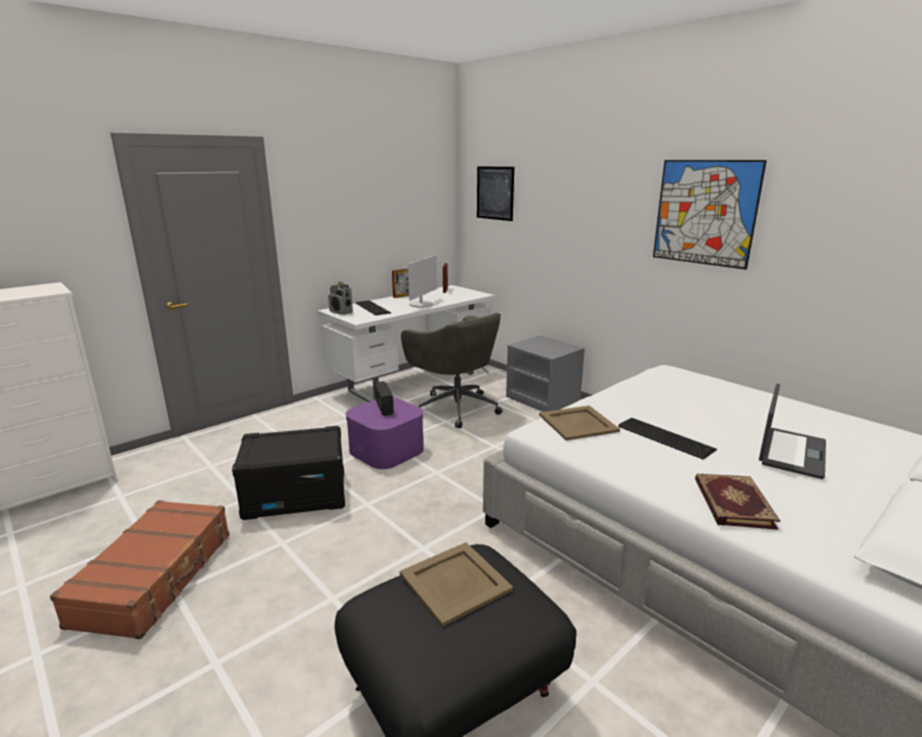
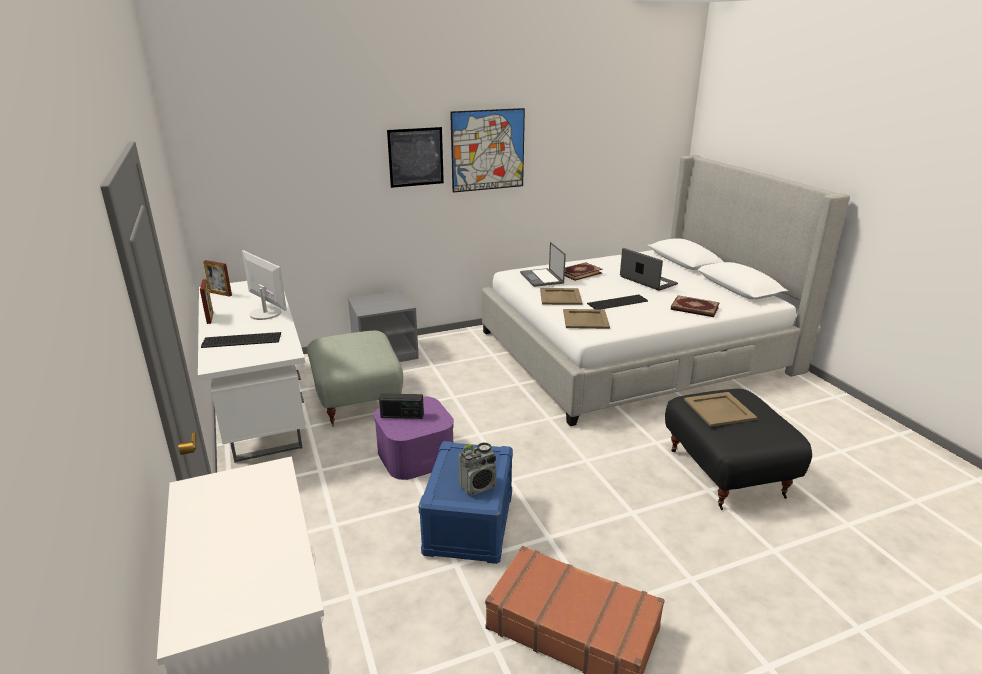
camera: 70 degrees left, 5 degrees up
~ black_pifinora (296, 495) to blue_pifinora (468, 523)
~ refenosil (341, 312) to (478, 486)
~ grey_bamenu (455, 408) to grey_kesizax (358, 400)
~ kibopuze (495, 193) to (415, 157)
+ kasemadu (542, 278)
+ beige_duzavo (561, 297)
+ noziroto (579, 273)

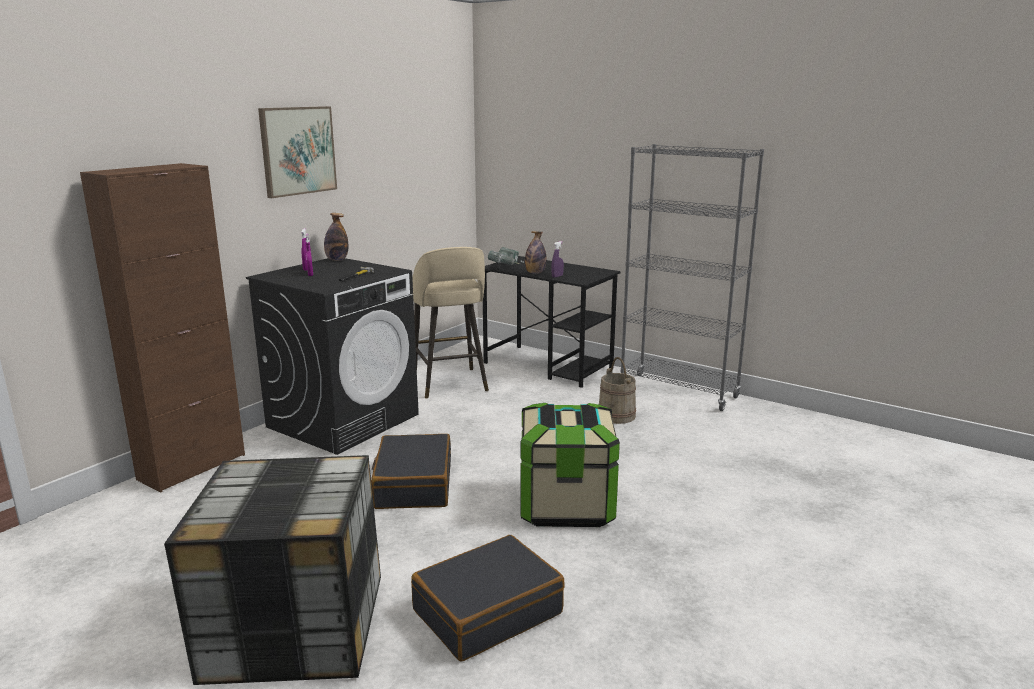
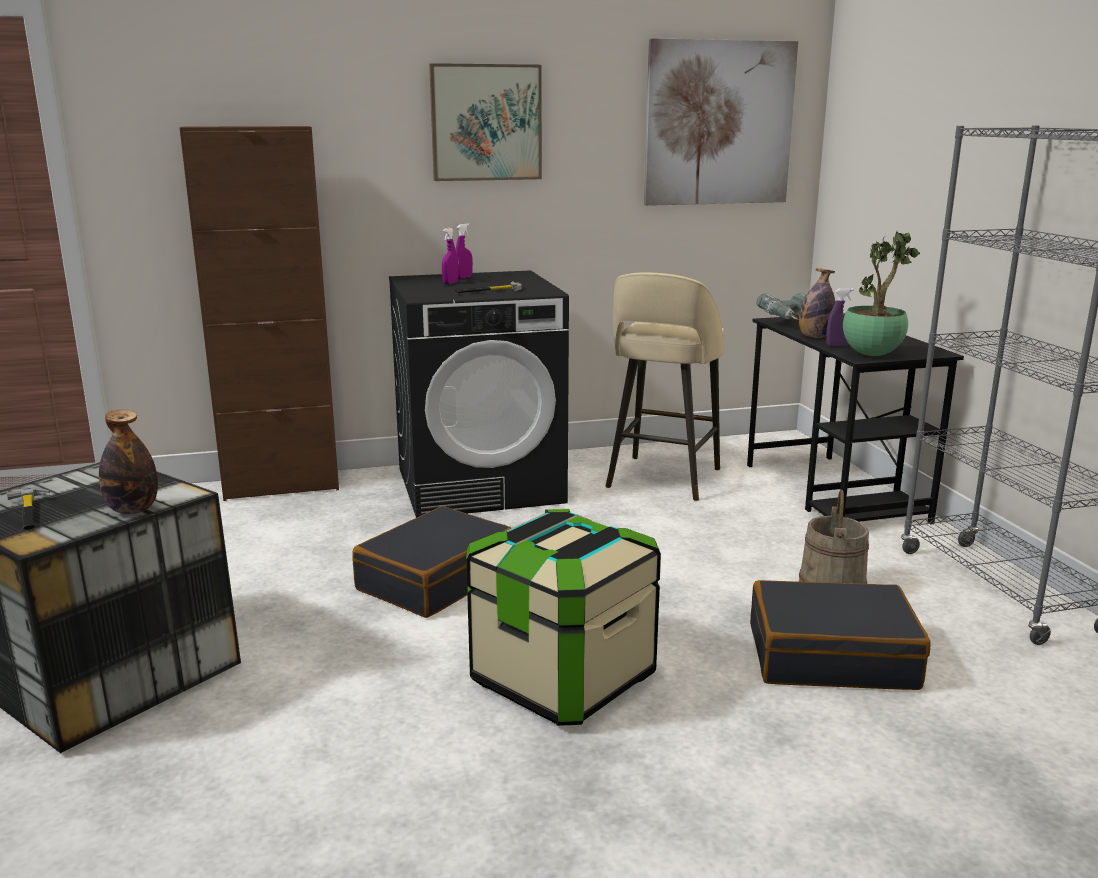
camera: 40 degrees right, 0 degrees up
~ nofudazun (337, 260) to (133, 510)
~ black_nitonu (487, 611) to (831, 656)
+ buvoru (29, 512)
+ kibopuze (719, 123)
+ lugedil (872, 355)

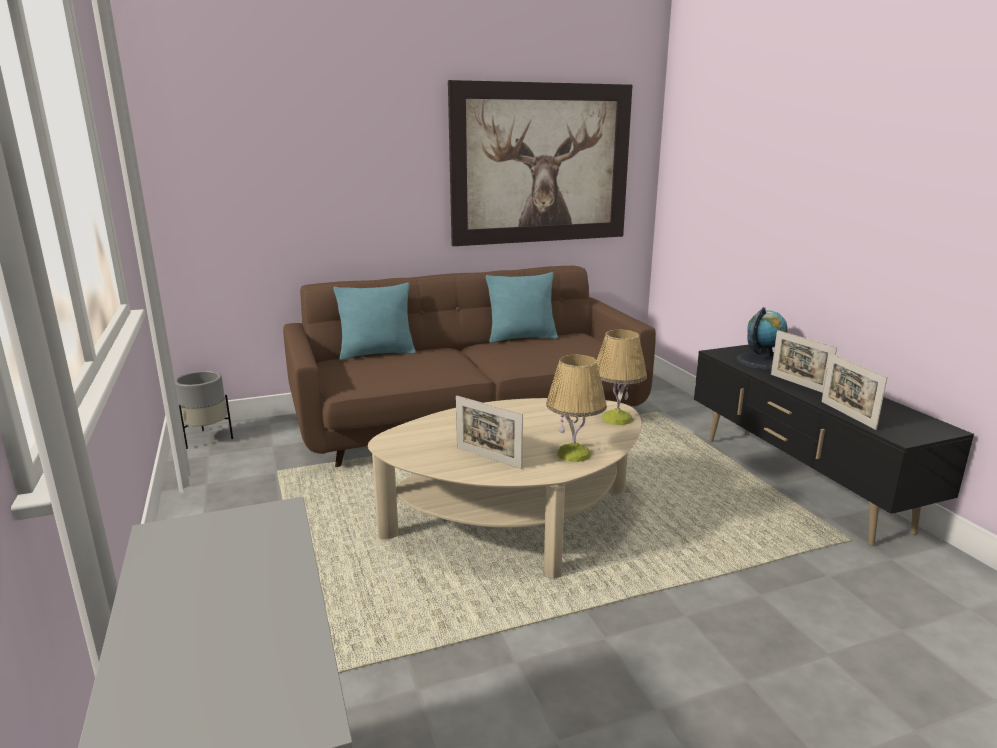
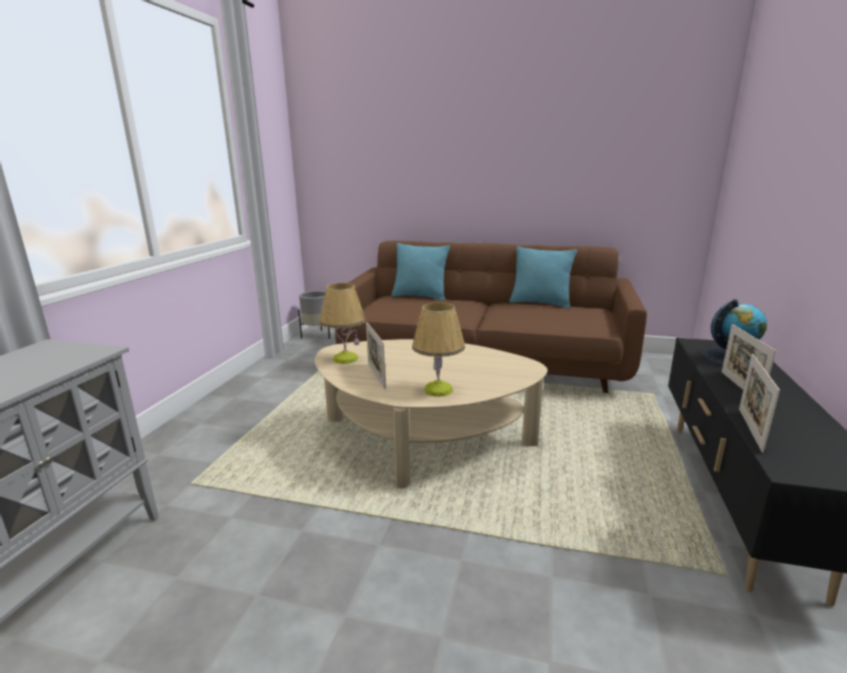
camera: 35 degrees right, 0 degrees up
- kibopuze (541, 164)
~ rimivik (616, 419) to (345, 359)

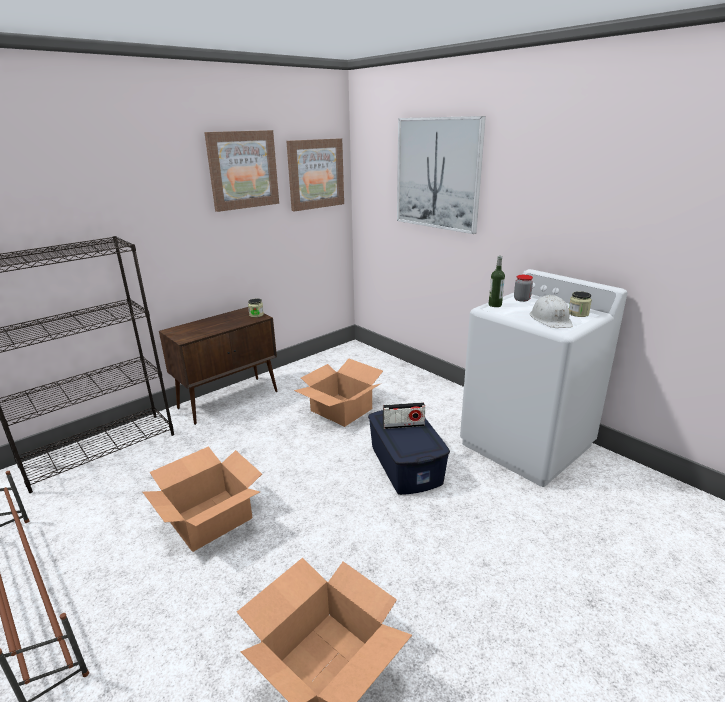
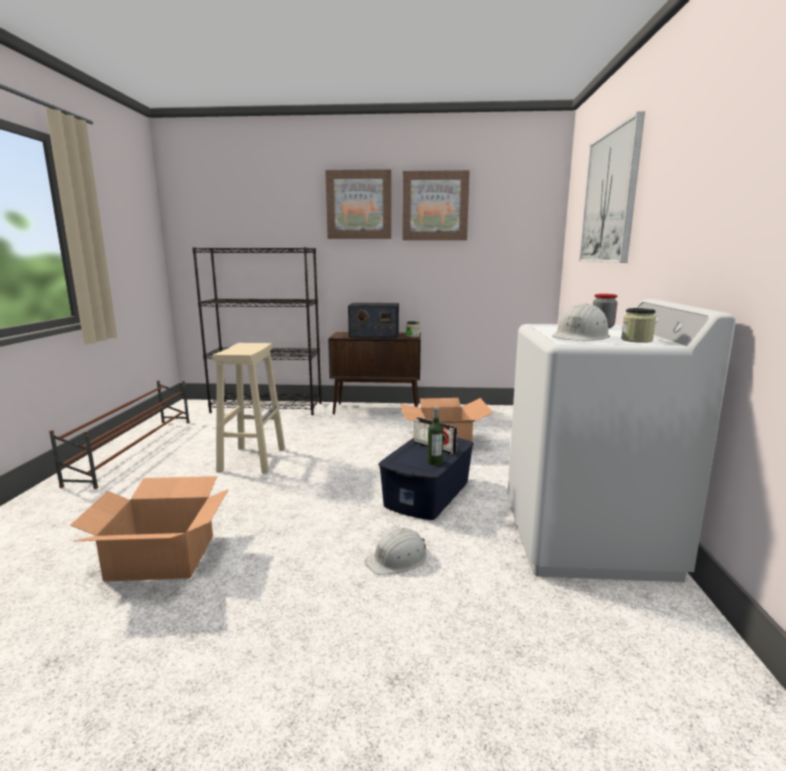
camera: 45 degrees right, 10 degrees down
~ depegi (209, 518) to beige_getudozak (252, 459)
~ kibopuze (315, 174) to (359, 205)
~ nofudazun (495, 305) to (435, 462)
+ refenosil (374, 335)
+ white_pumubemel (398, 559)

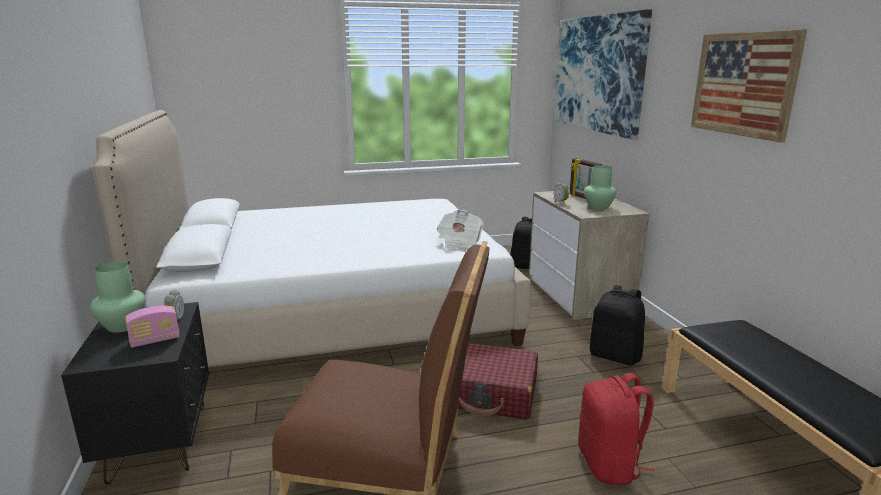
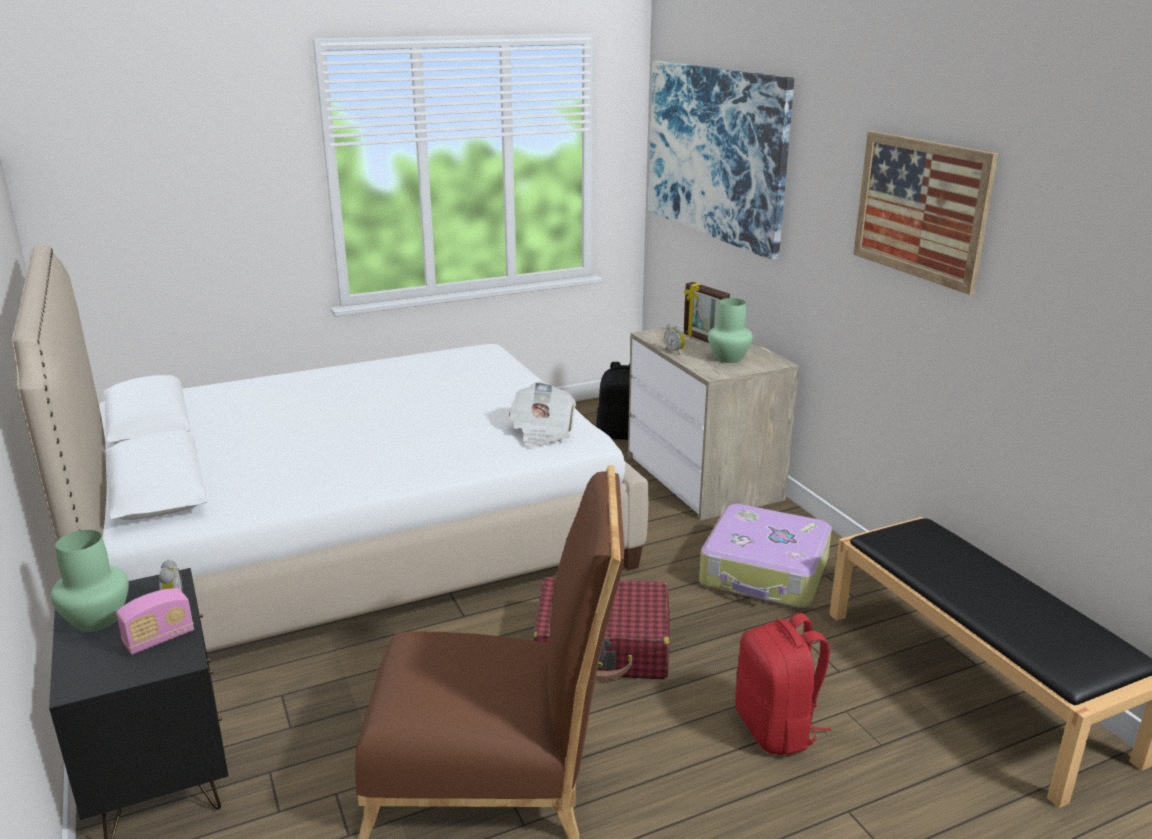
camera: 10 degrees left, 5 degrees up
~ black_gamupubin (615, 356) to nitonu (765, 572)

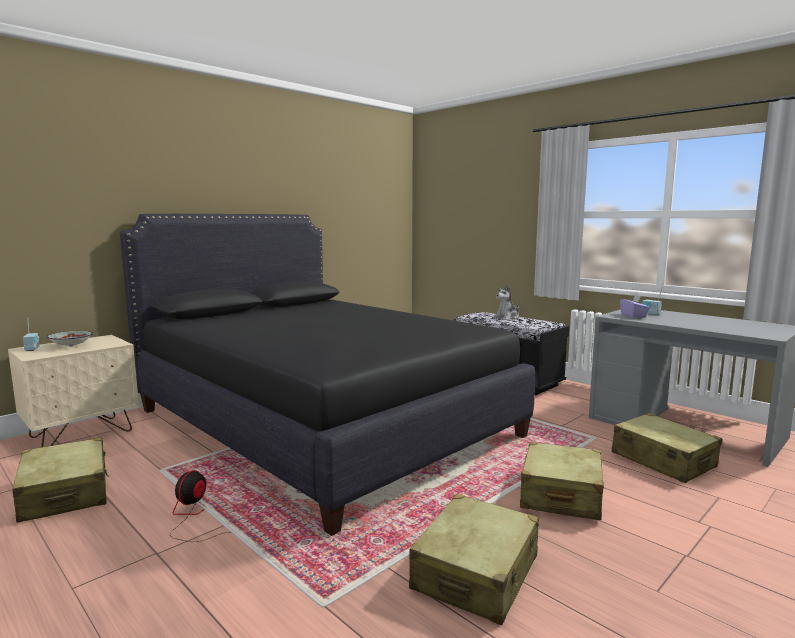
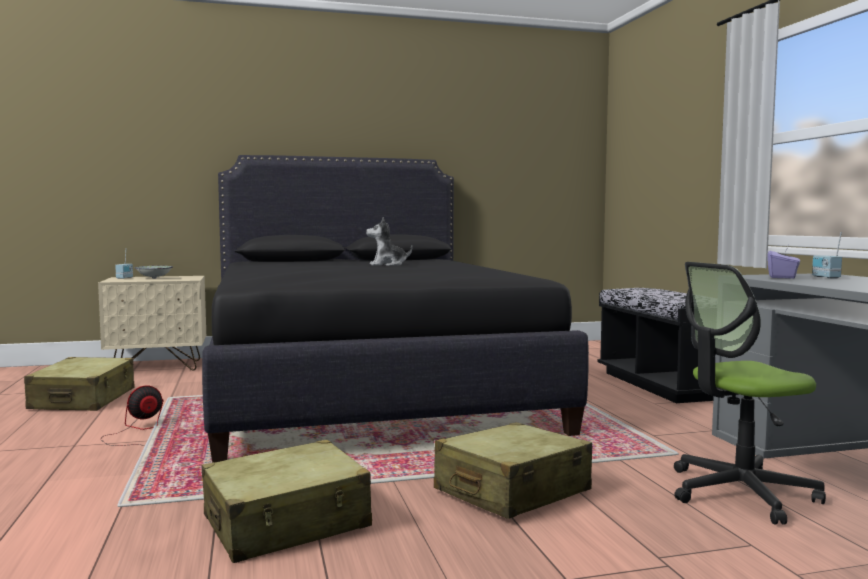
camera: 30 degrees right, 5 degrees down
~ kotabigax (507, 317) to (387, 265)
~ beige_nitonu (663, 460) to bamenu (740, 493)

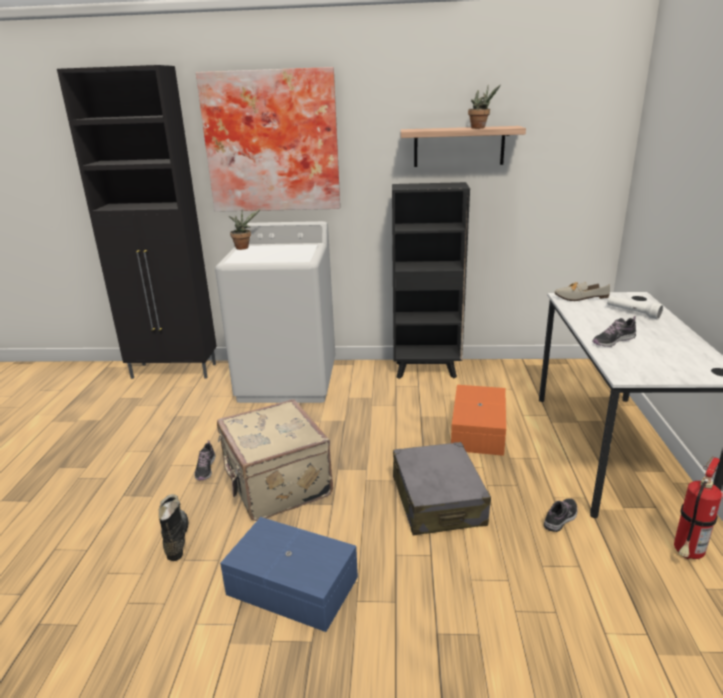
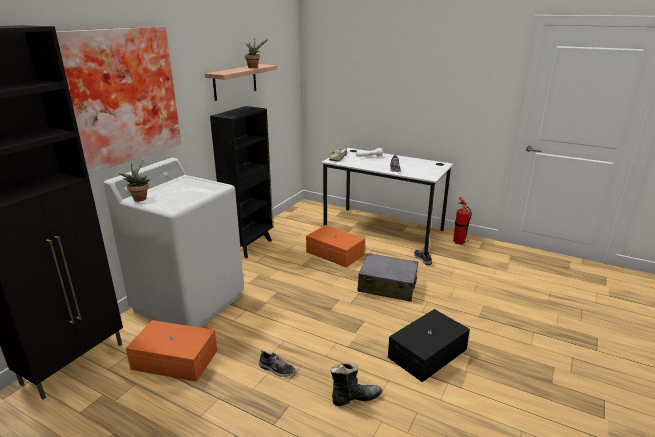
camera: 65 degrees left, 0 degrees up
~ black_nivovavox (176, 540) = (355, 398) 150 degrees clockwise
- beige_nitonu (275, 485)
~ blue_pifinora (292, 587) to black_pifinora (428, 354)
+ orange_pifinora (175, 359)

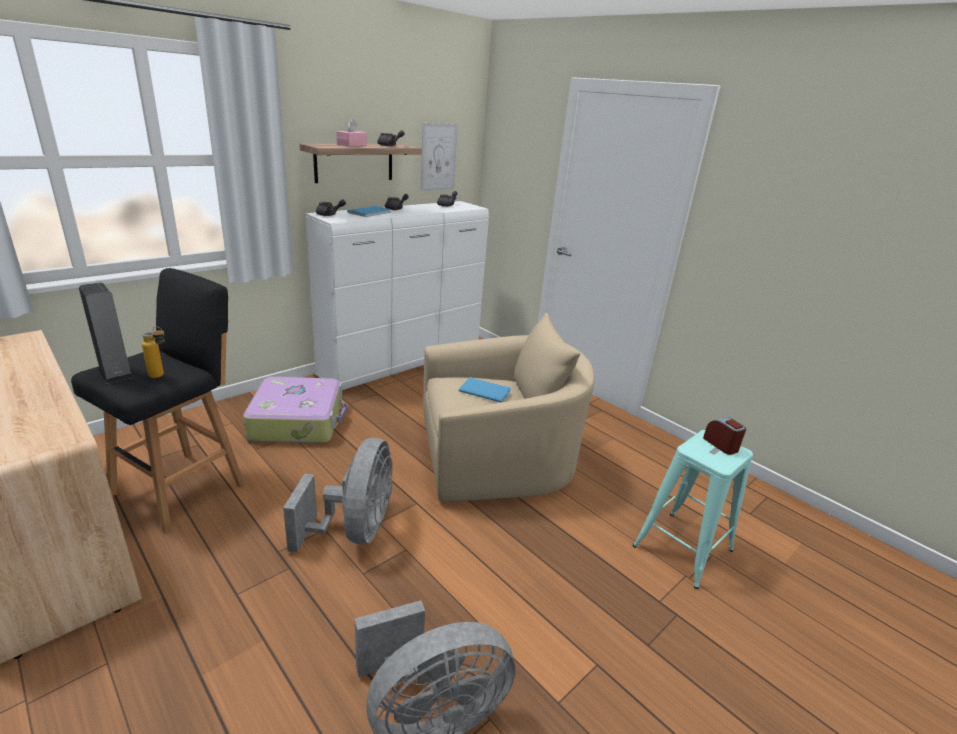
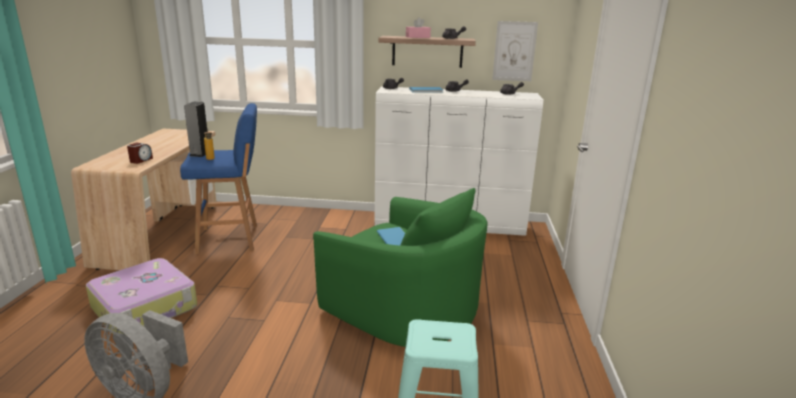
camera: 50 degrees right, 5 degrees down
~ black_getudozak (183, 487) to blue_getudozak (231, 239)
~ nitonu (298, 421) to (146, 308)
- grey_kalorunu (355, 530)
~ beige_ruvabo (497, 458) to green_ruvabo (404, 307)
~ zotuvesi (721, 445) to (141, 160)

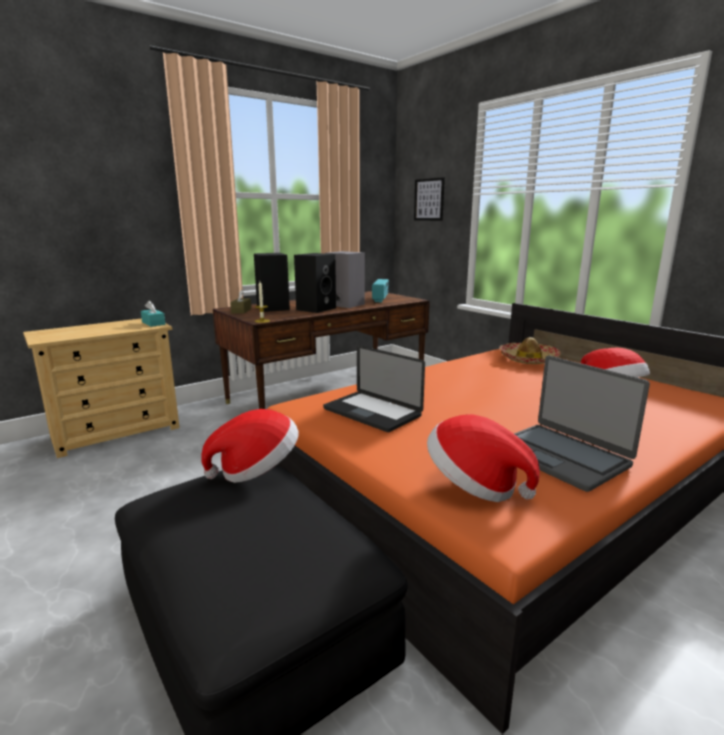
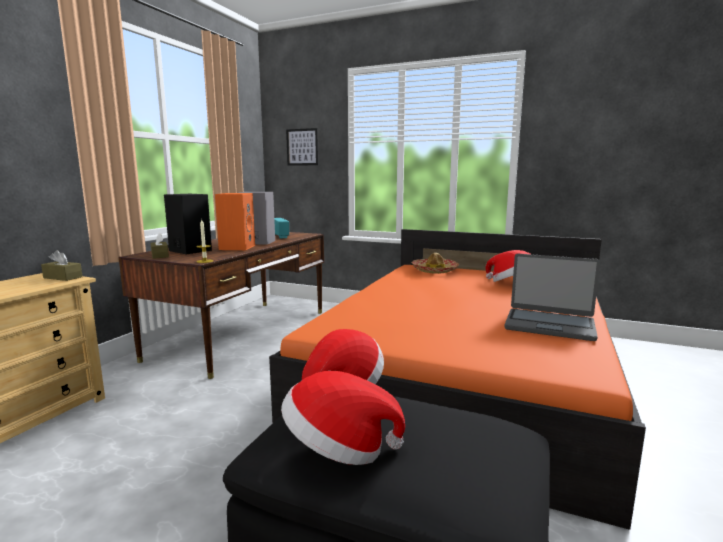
camera: 30 degrees left, 5 degrees down
~ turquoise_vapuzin (153, 323) to brown_vapuzin (63, 277)
~ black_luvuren (316, 308) to orange_luvuren (237, 247)
- kasemadu (372, 412)
~ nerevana (474, 485) to (339, 449)

